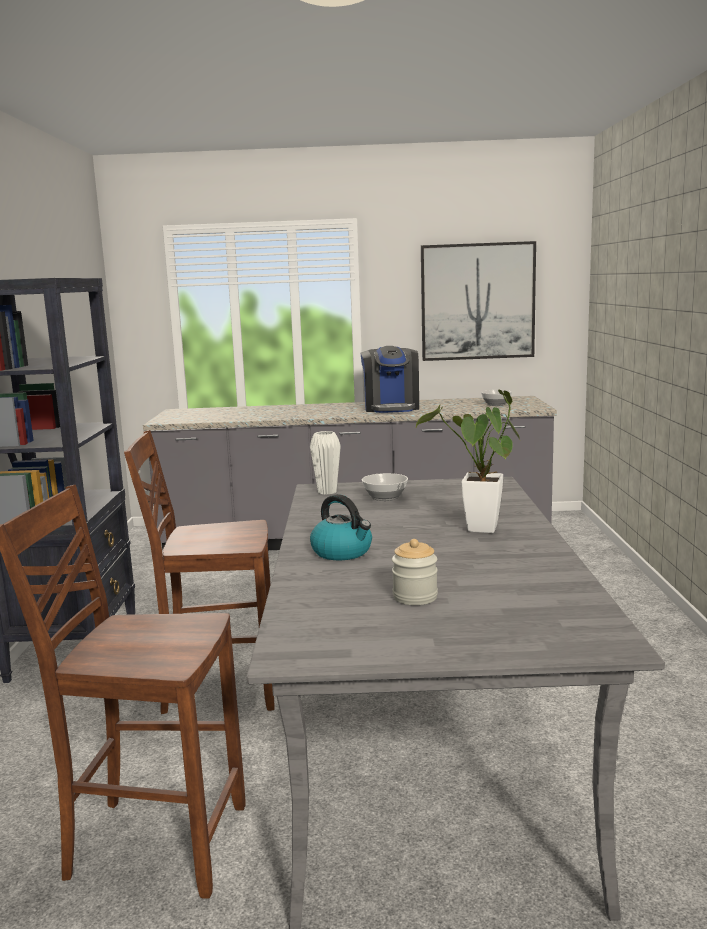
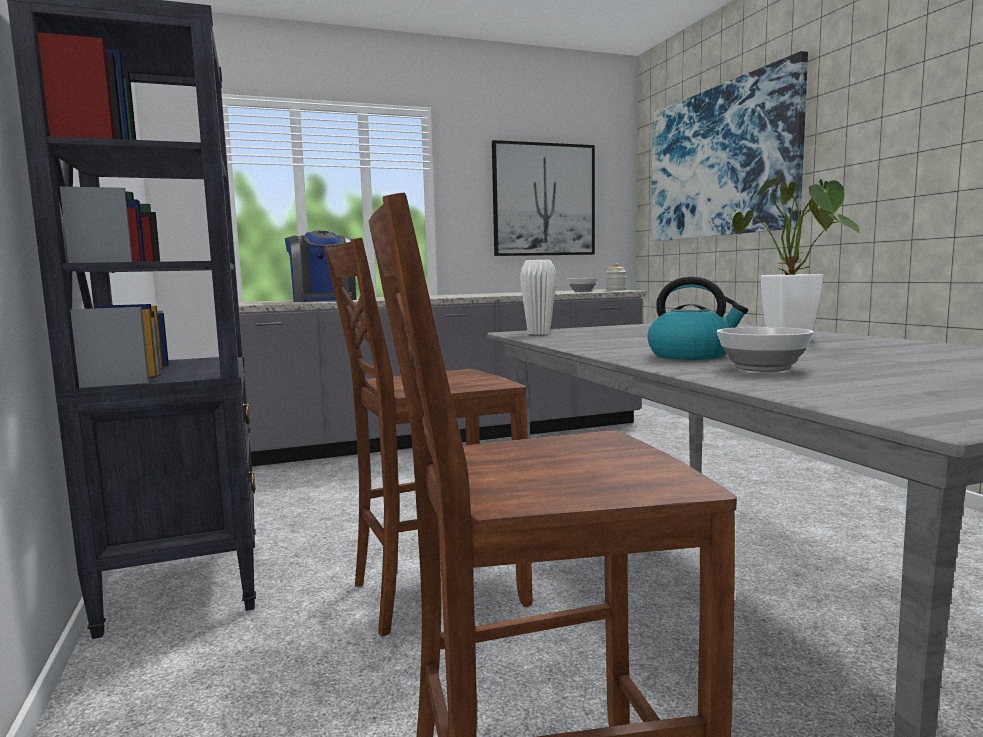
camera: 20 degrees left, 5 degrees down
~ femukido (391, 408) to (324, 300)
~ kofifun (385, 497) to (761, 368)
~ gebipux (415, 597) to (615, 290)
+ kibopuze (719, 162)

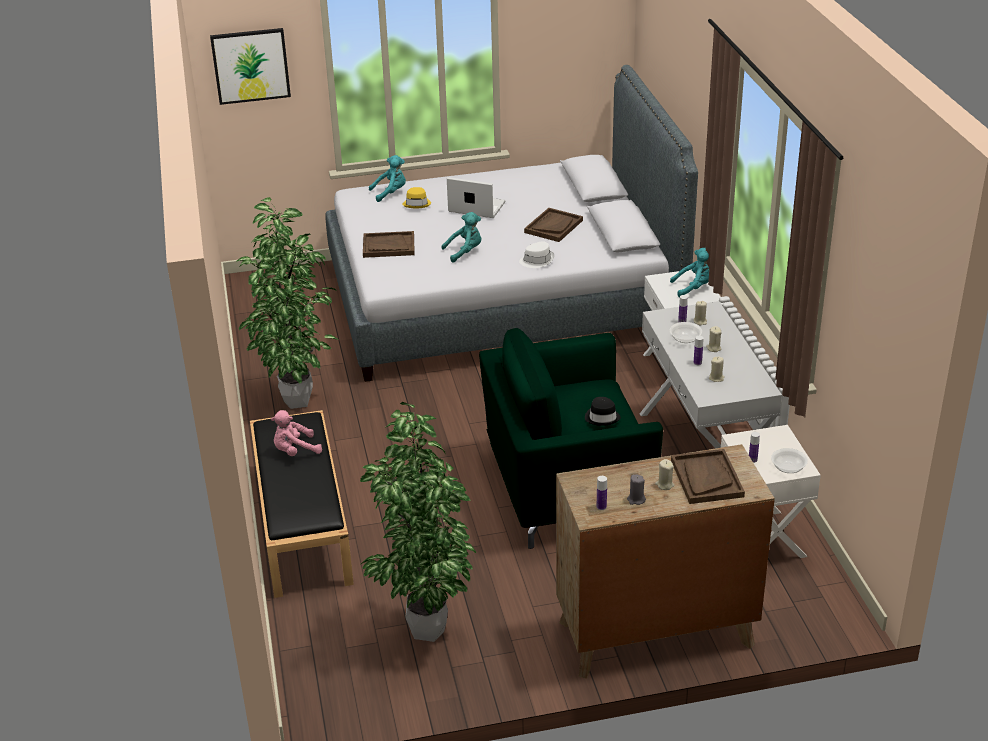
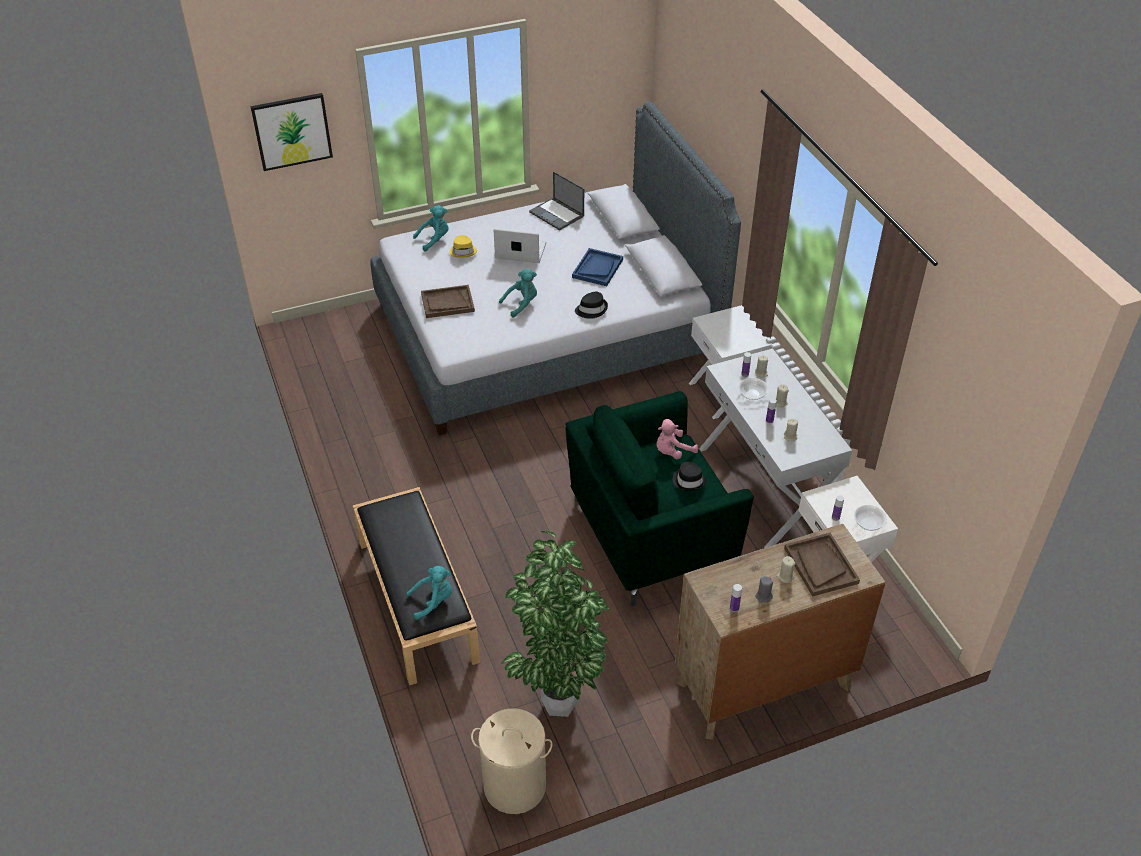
camera: 10 degrees left, 10 degrees up
- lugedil (298, 399)
~ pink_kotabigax (295, 451) to (672, 452)
~ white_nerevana (537, 260) to black_nerevana (591, 309)
~ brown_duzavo (553, 226) to blue_duzavo (597, 268)
~ turquoise_kotabigax (694, 288) to (433, 601)
+ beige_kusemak (514, 786)
+ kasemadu (557, 214)

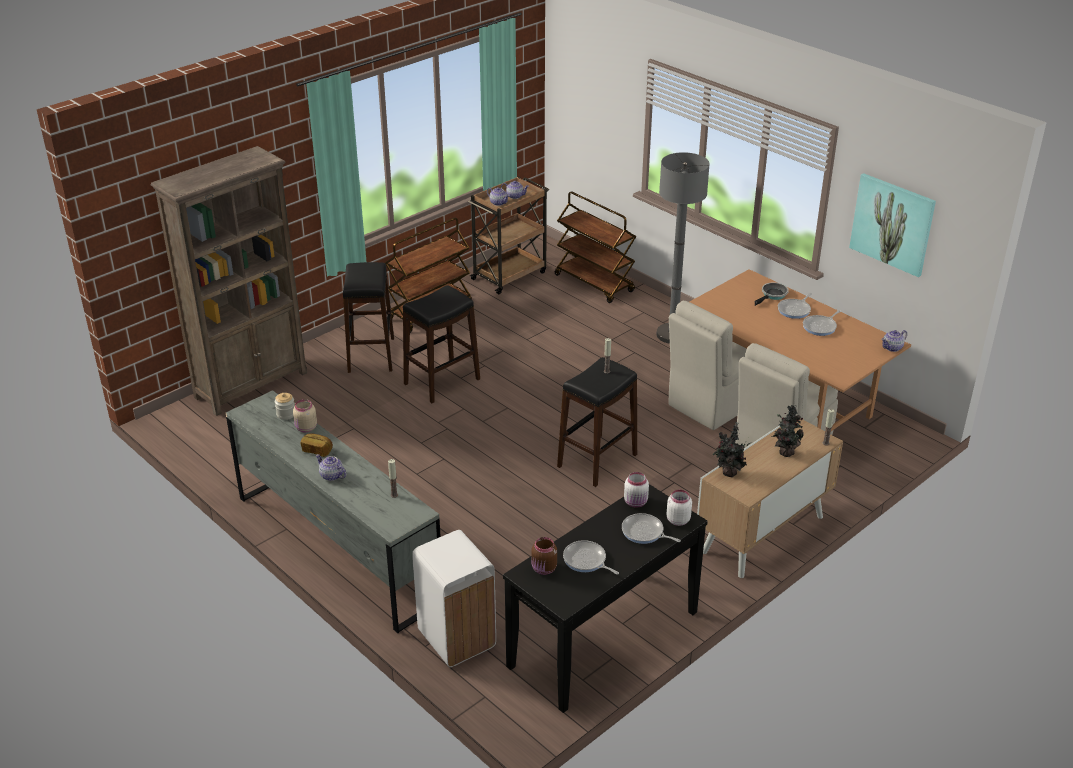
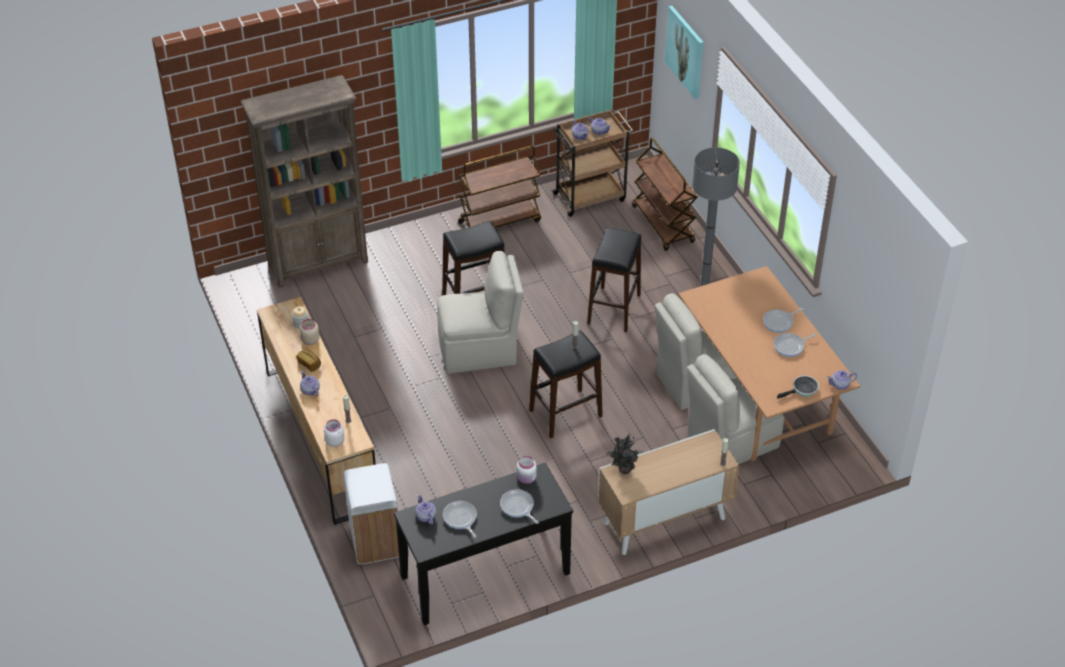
camera: 20 degrees right, 10 degrees up
~ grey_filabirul (337, 548) to brown_filabirul (321, 438)
~ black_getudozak (371, 355) to (614, 309)
~ brown_gebipux (544, 569) to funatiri (425, 517)
~ white_gebipux (677, 520) to (334, 441)
~ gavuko (773, 295) to (803, 390)
- lugedil (785, 452)
~ kibopuze (892, 224) to (685, 51)
+ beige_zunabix (480, 350)

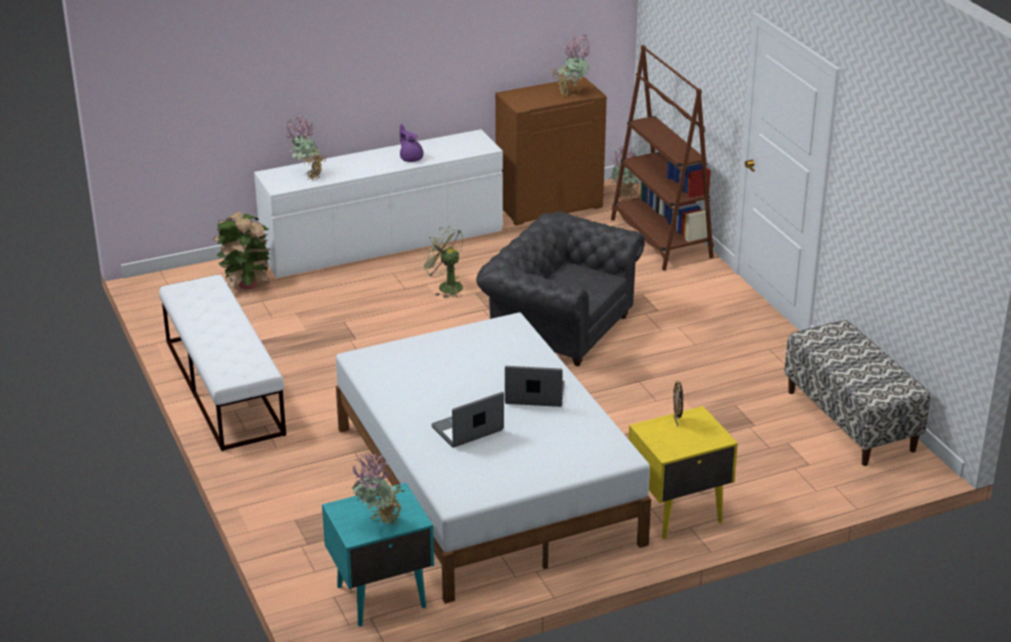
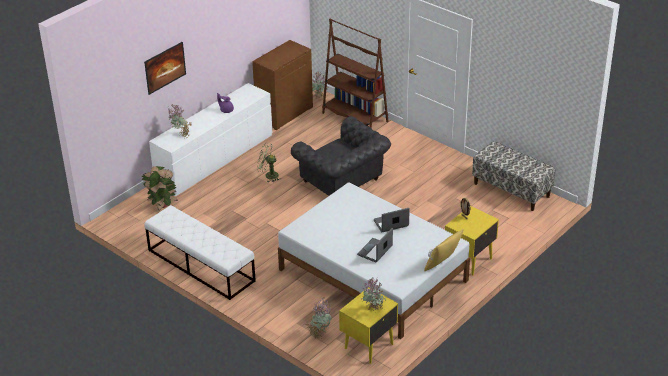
camera: 25 degrees left, 5 degrees up
~ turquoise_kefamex (379, 596) to yellow_kefamex (368, 346)
~ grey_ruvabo (558, 327) = (342, 182) 135 degrees counterclockwise
~ lugedil (572, 93) to (319, 334)
+ kibopuze (166, 75)
+ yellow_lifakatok (443, 265)

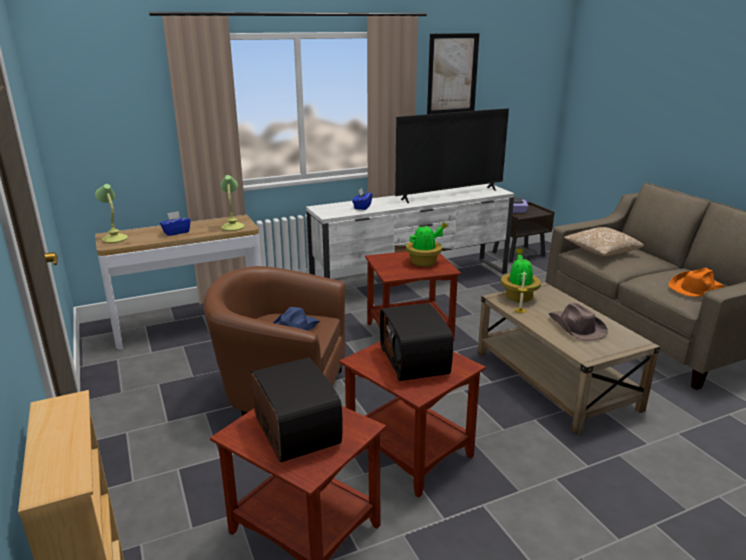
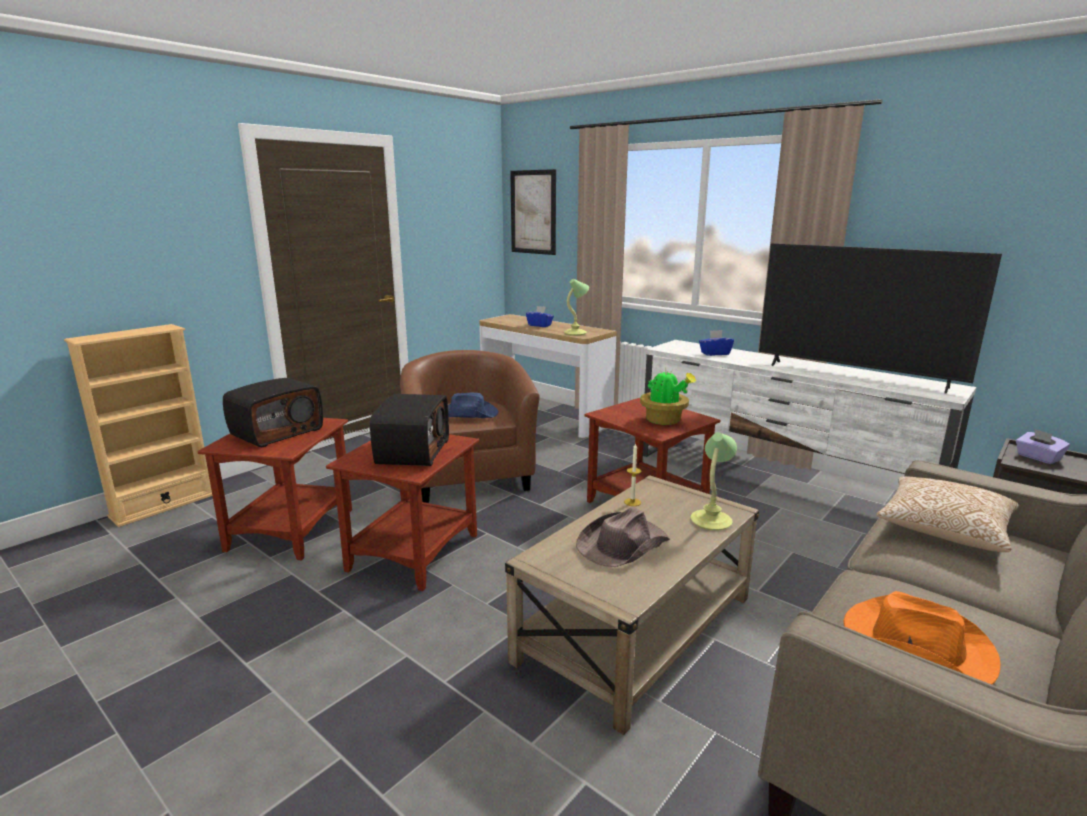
camera: 65 degrees right, 5 degrees down
~ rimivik (115, 239) to (712, 520)
~ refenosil (416, 360) = (411, 451) 135 degrees clockwise
~ kibopuze (452, 74) to (533, 212)
- lugedil (518, 296)

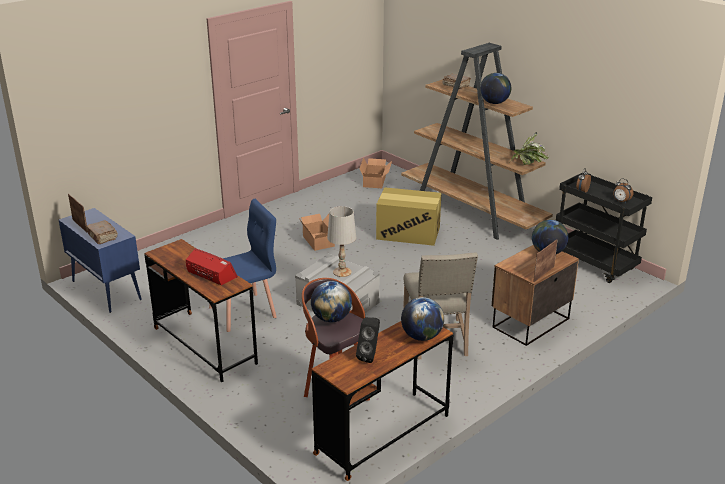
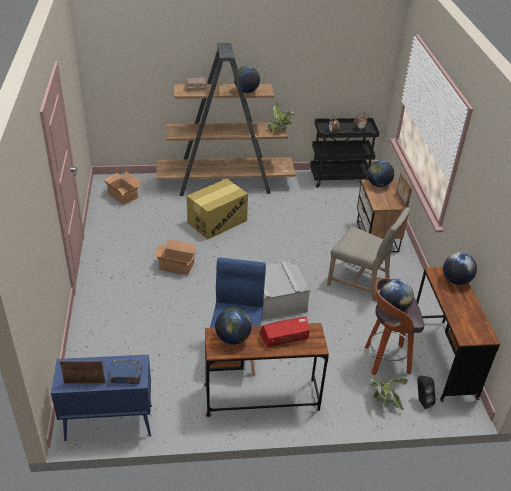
camera: 55 degrees left, 10 degrees up
~ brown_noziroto (102, 237) to blue_noziroto (126, 376)
- white_rimivik (342, 272)
~ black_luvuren (370, 356) to (421, 401)
+ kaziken (233, 338)
+ lugedil (384, 400)

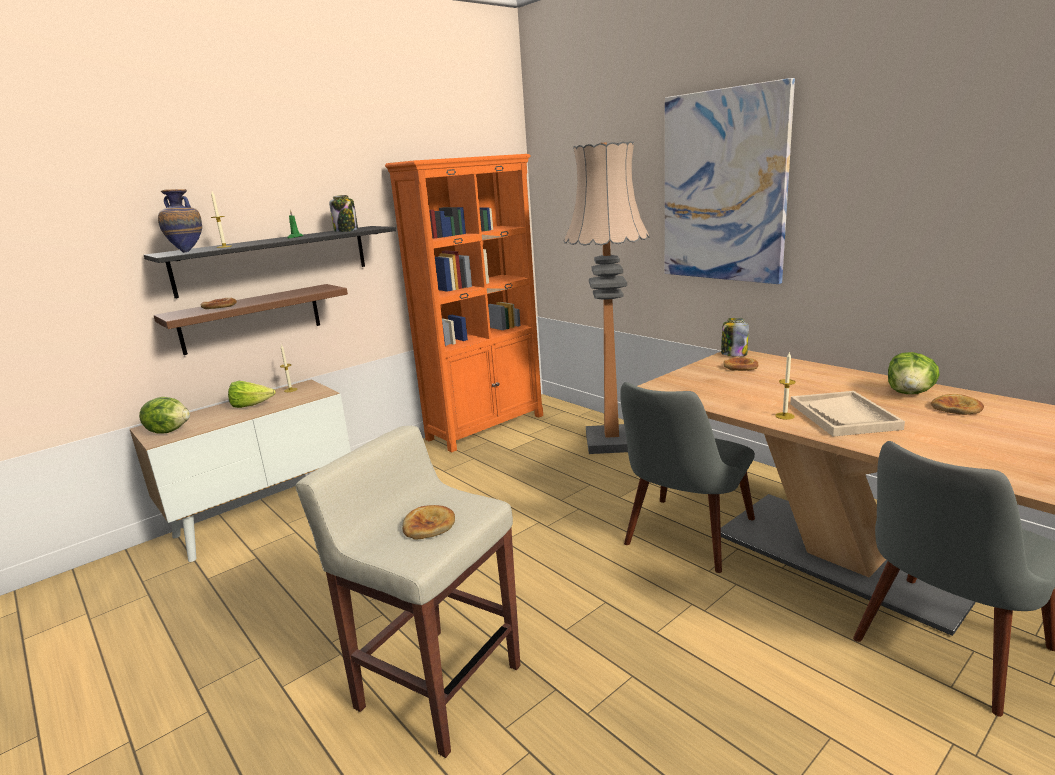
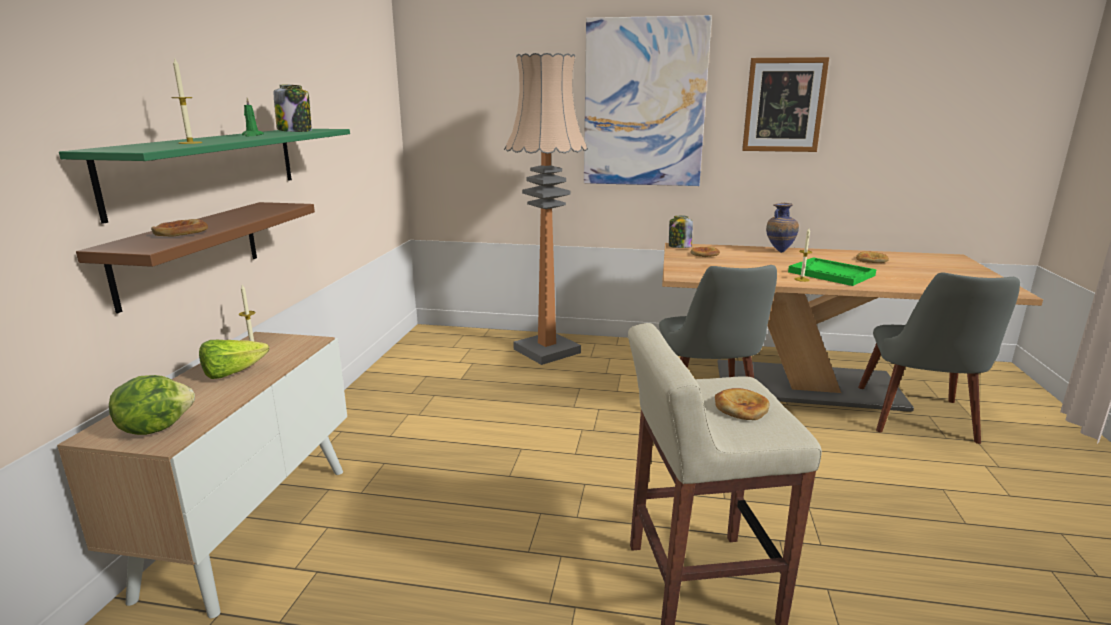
camera: 40 degrees left, 0 degrees up
~ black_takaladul (274, 260) to green_takaladul (209, 167)
~ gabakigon (188, 252) to (779, 251)
- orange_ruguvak (486, 427)
~ beige_duzavo (843, 416) to green_duzavo (831, 274)
- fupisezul (909, 393)
+ kibopuze (784, 105)

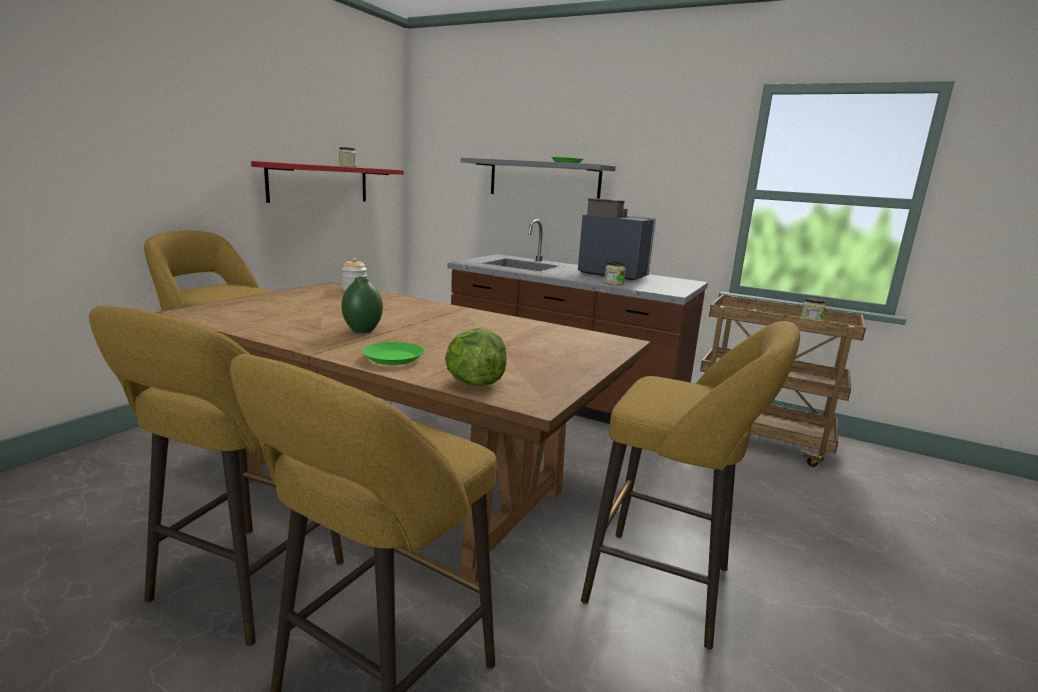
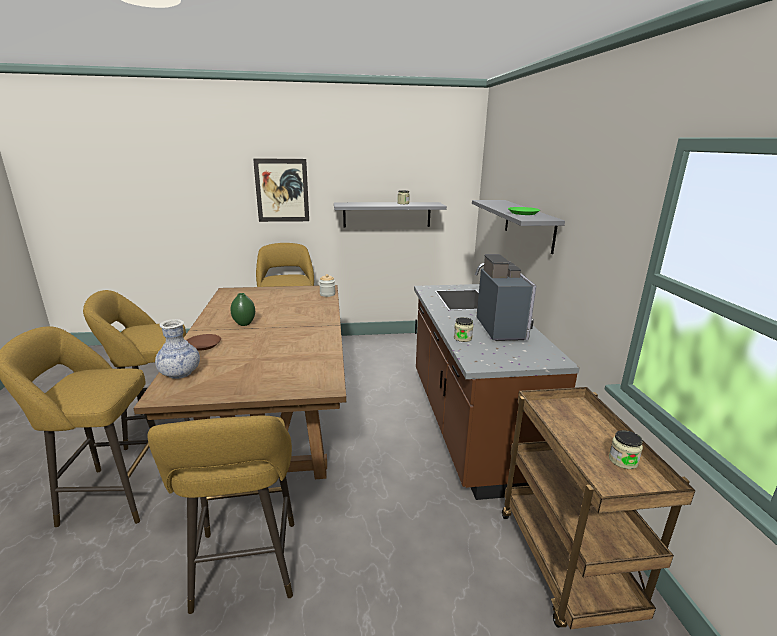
camera: 55 degrees right, 5 degrees up
~ red_takaladul (319, 183) to grey_takaladul (387, 214)
~ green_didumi (393, 358) to brown_didumi (203, 345)
~ fupisezul (474, 383) to gabakigon (180, 373)
+ kibopuze (282, 190)

